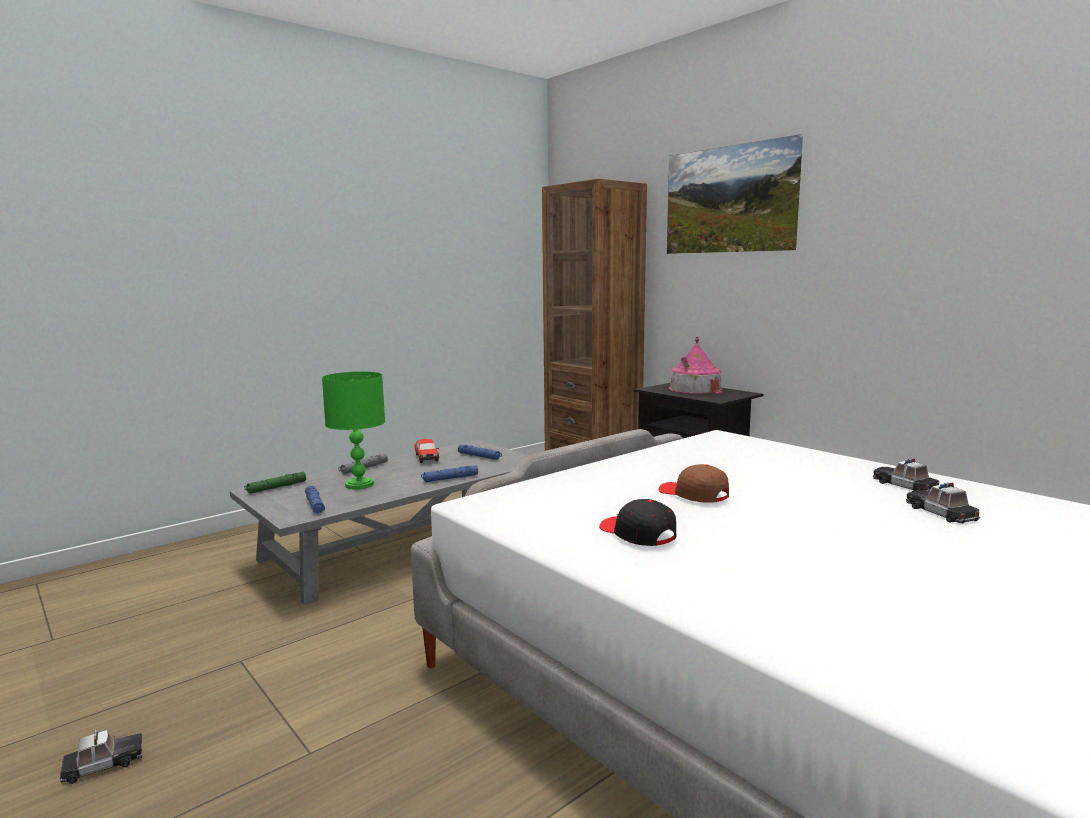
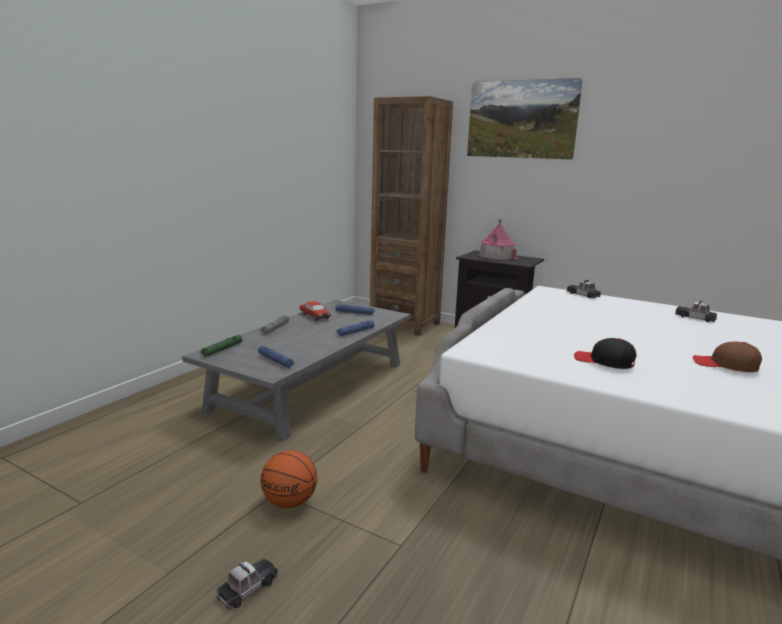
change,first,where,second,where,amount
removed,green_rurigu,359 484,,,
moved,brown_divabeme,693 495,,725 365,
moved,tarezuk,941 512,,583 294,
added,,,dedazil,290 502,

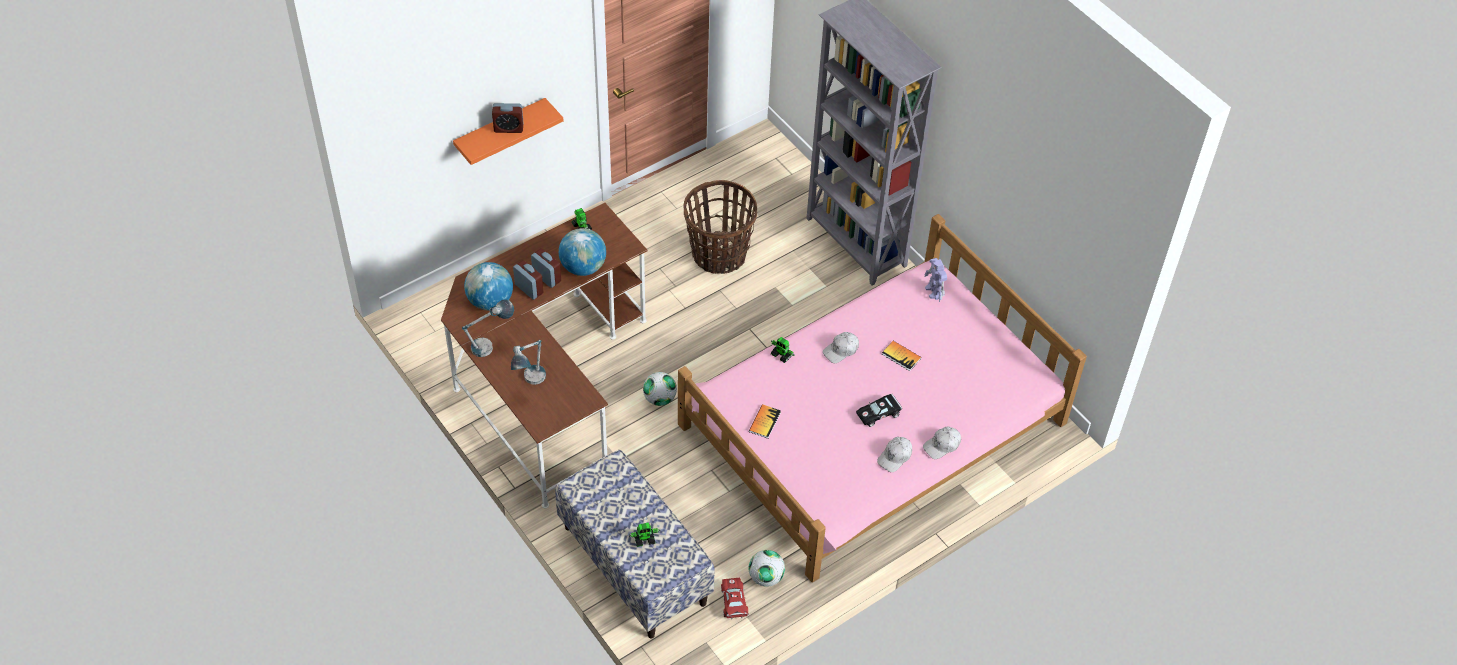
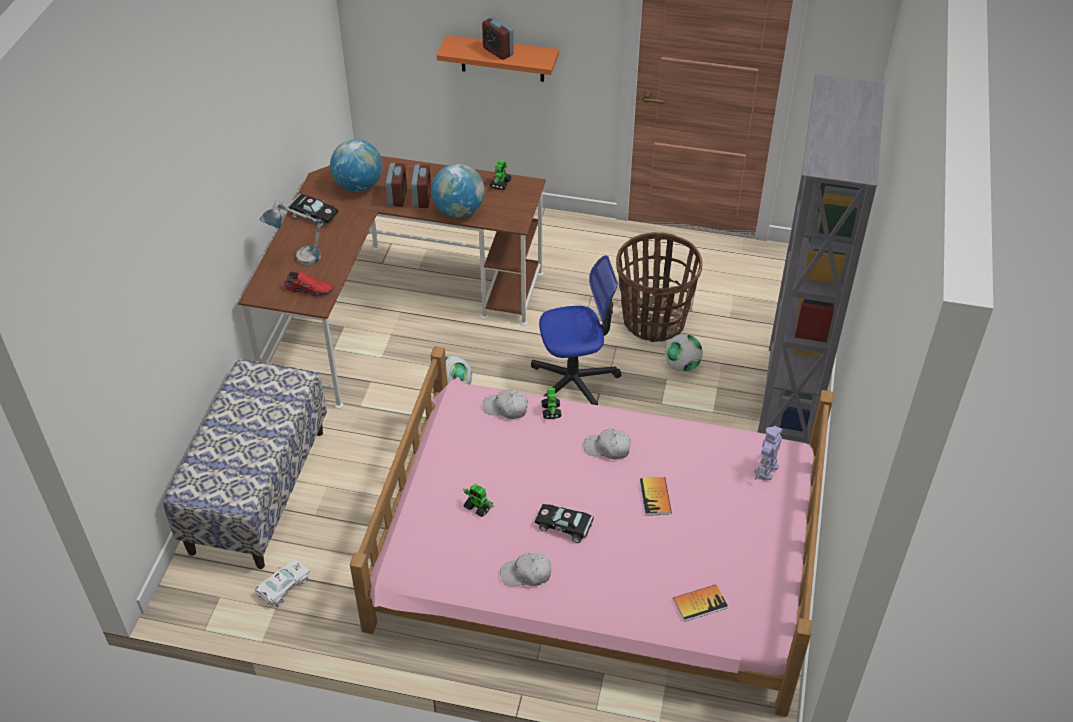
change,first,where,second,where,amount
replaced,rurigu,491 345,black_tarezuk,312 214,
moved,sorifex,644 539,,478 507,
recoloured,red_tarezuk,734 603,white_tarezuk,282 588,
moved,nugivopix,764 422,,700 603,
moved,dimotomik,766 577,,682 365,
moved,white_divabeme,942 445,,506 408,
added,,,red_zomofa,309 289,
added,,,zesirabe,574 382,

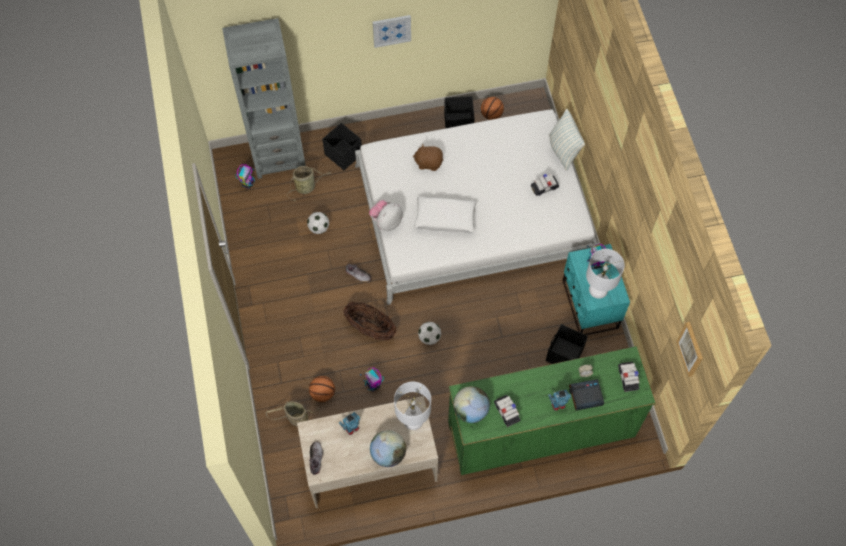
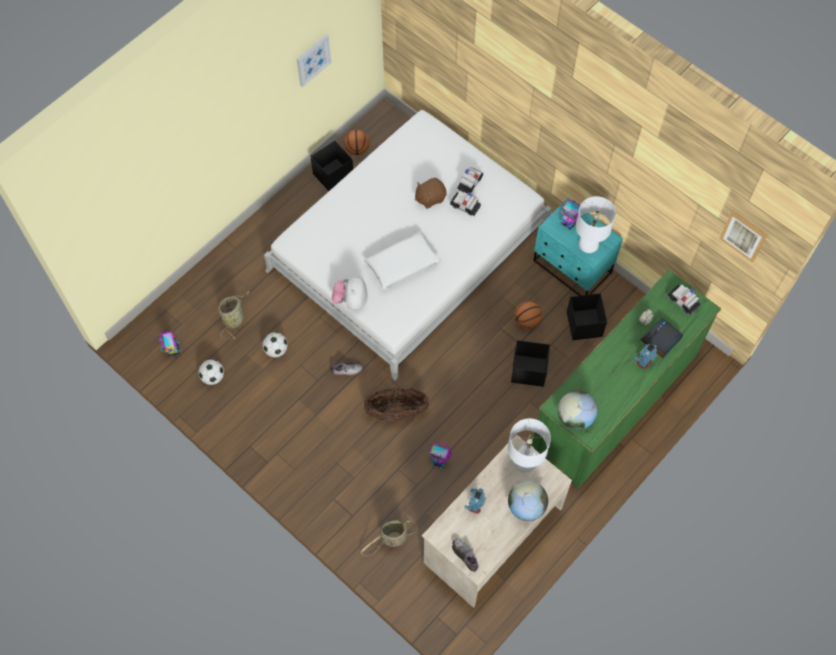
change,first,where,second,where,amount
removed,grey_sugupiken,278 156,,,
moved,dedazil,322 393,,527 321,
moved,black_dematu,343 154,,528 370,
moved,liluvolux,391 30,,313 59,
moved,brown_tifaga,428 162,,430 198,
moved,dimotomik,429 337,,213 377,
moved,tarezuk,506 412,,465 206,
removed,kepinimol,563 151,,,

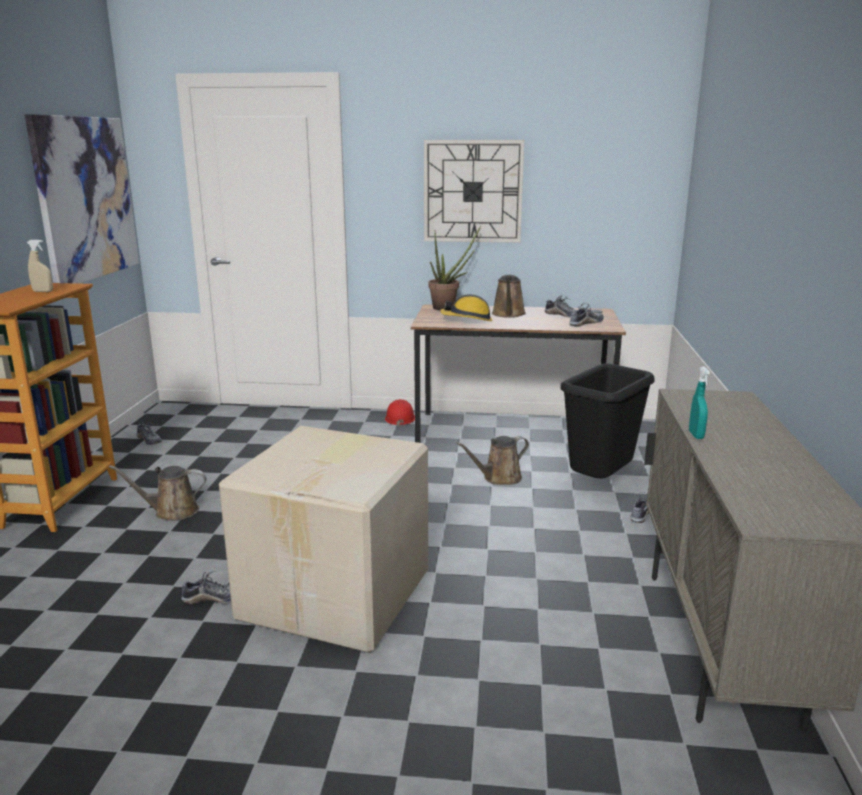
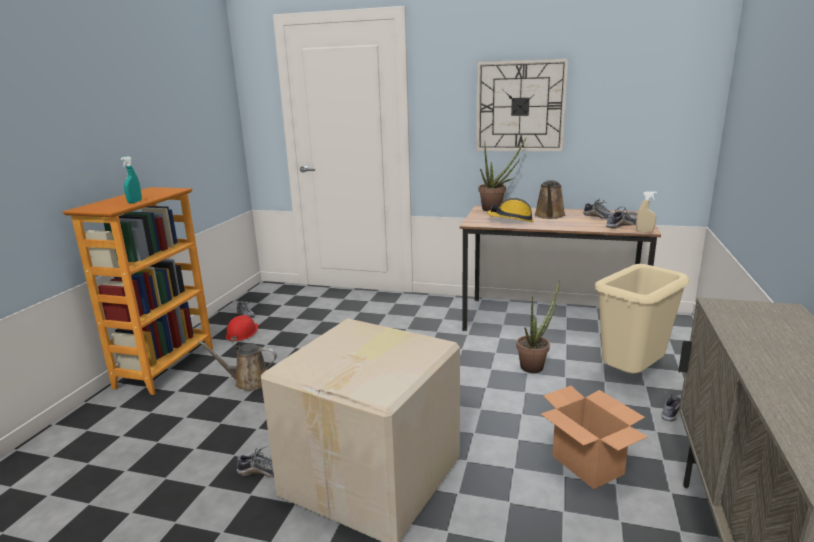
change,first,where,second,where,amount
removed,liluvolux,86 198,,,
moved,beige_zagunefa,43 291,,644 232,
moved,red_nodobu,400 418,,242 333,
replaced,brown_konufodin,499 478,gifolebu,535 365,
recoloured,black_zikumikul,599 483,beige_zikumikul,630 376,
moved,turquoise_zagunefa,696 435,,135 202,
added,,,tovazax,588 465,

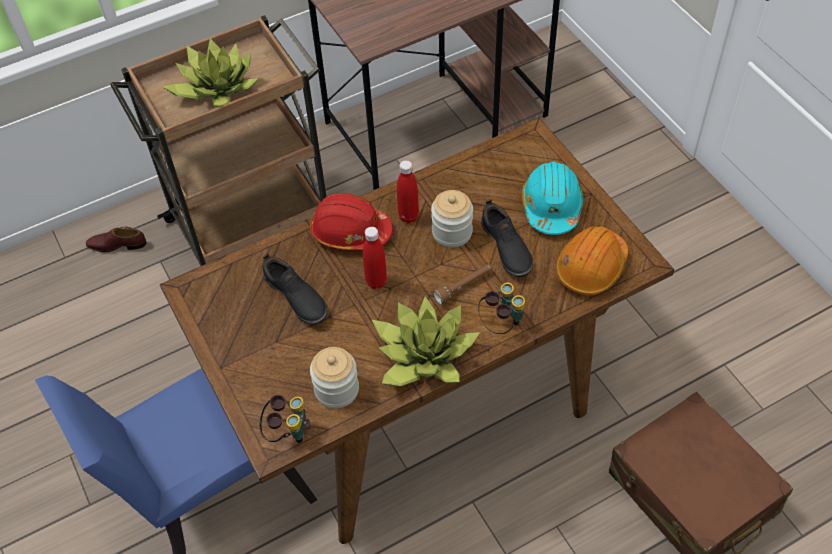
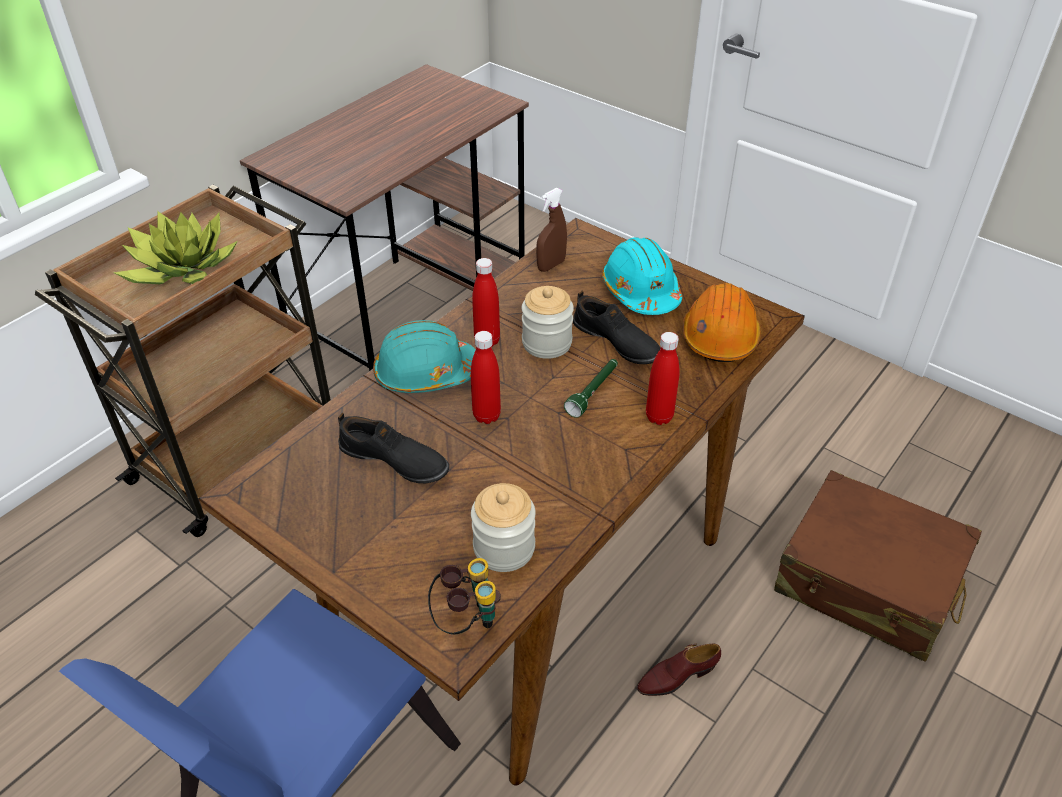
change,first,where,second,where,amount
moved,brown_zomofa,117 245,,677 676,
recoloured,red_nodobu,350 232,turquoise_nodobu,426 374,
removed,gifolebu,423 356,,,
recoloured,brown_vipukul,464 287,green_vipukul,593 392,
replaced,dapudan,501 323,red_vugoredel,659 417,
added,,,brown_zagunefa,551 265,

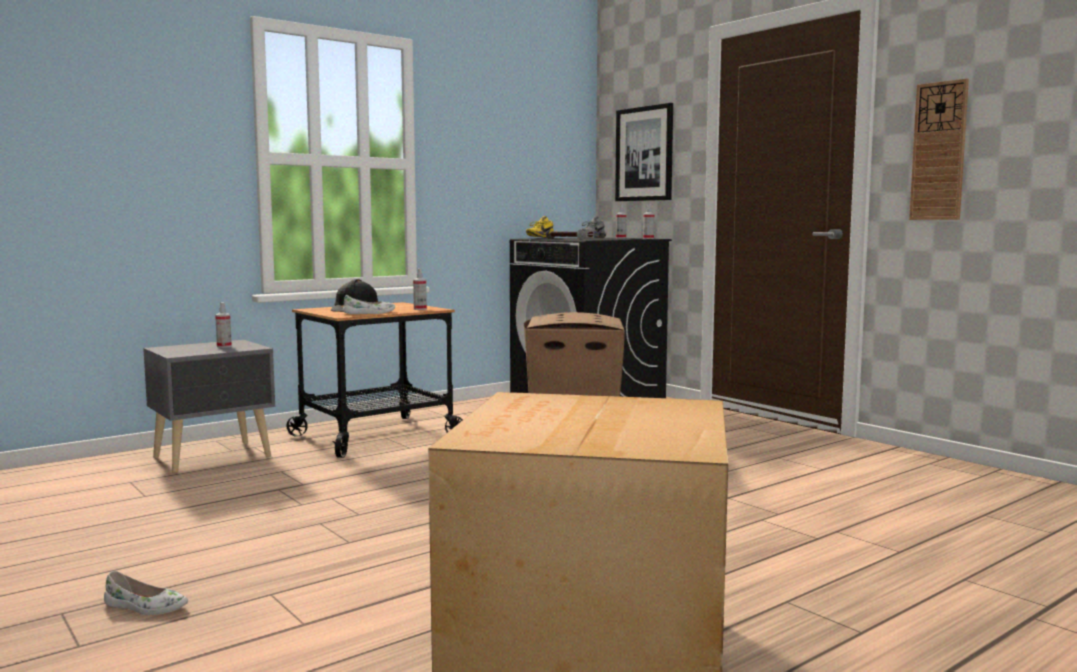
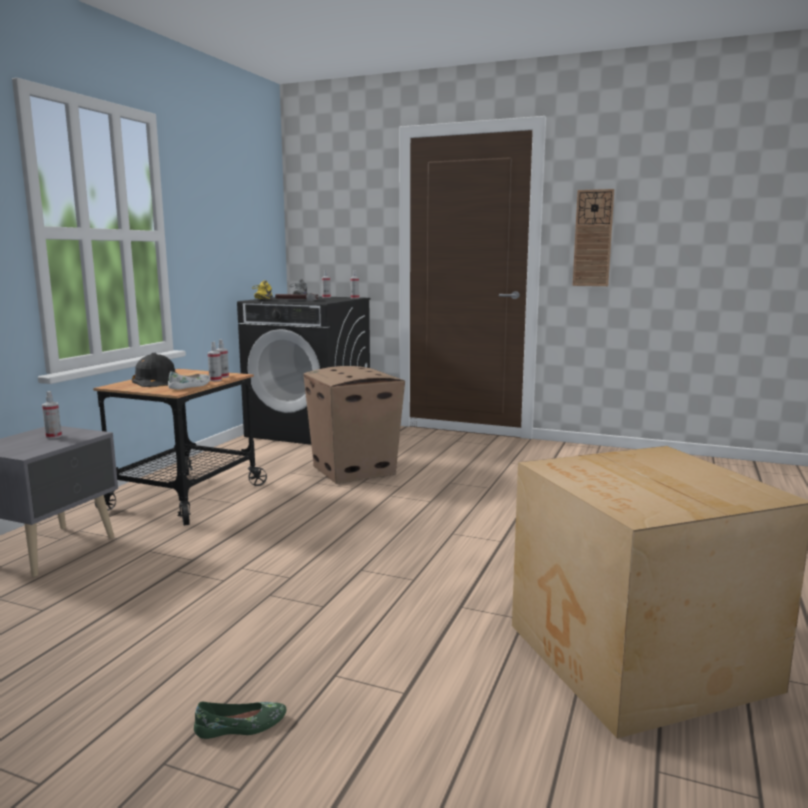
change,first,where,second,where,amount
recoloured,white_zomofa,145 607,green_zomofa,241 727,
removed,liluvolux,644 154,,,
added,,,zagunefa,215 380,

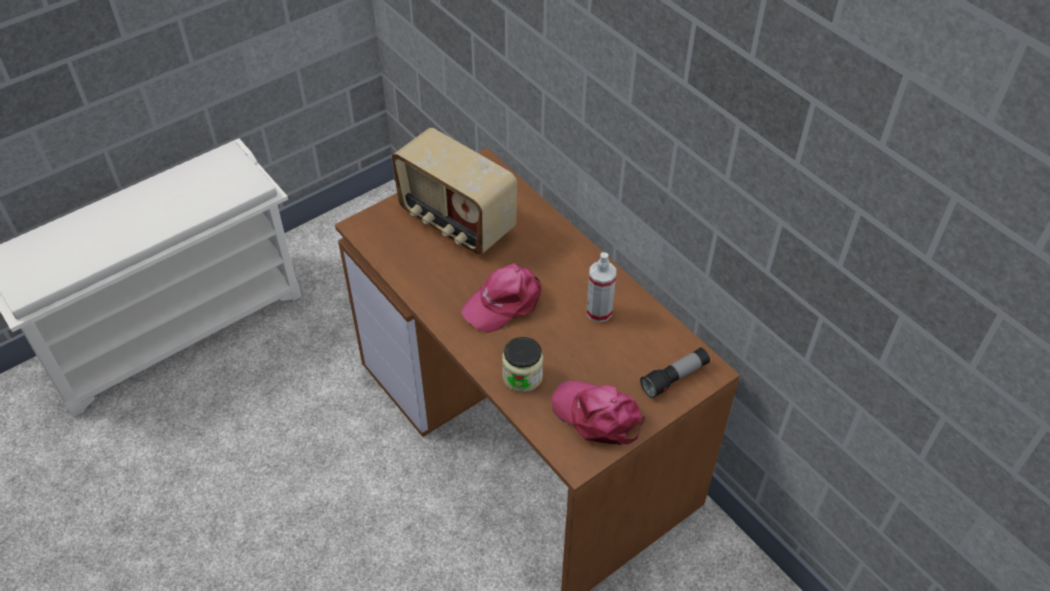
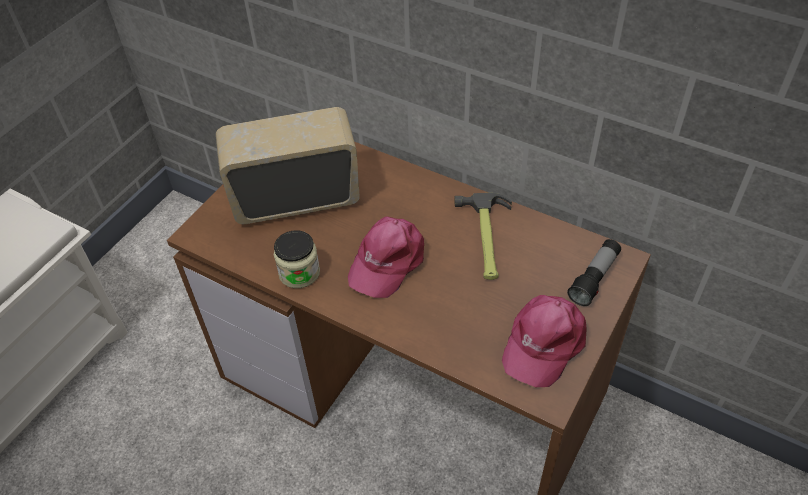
change,first,where,second,where,amount
turned,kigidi,456 222,,295 197,150 degrees clockwise
moved,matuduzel,522 376,,299 273,
turned,pink_divabeme,598 415,,543 343,75 degrees counterclockwise
replaced,zagunefa,599 312,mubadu,486 239,

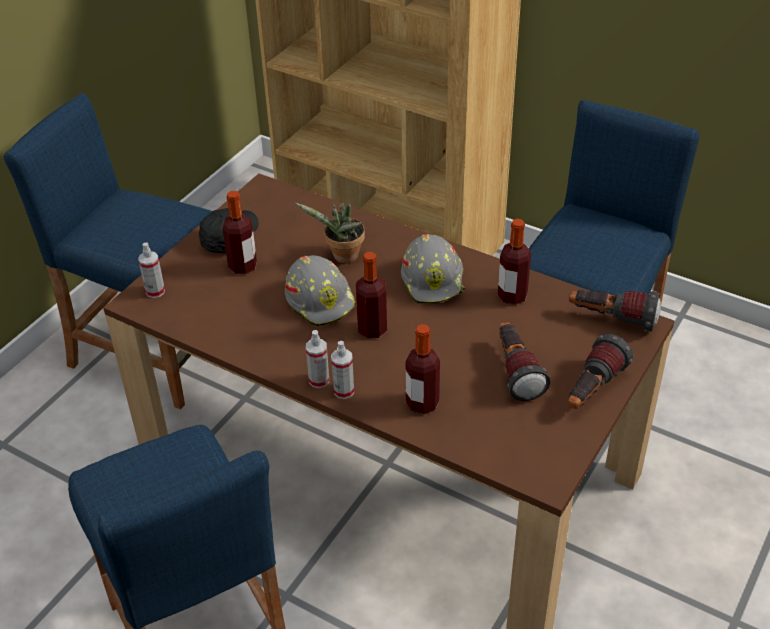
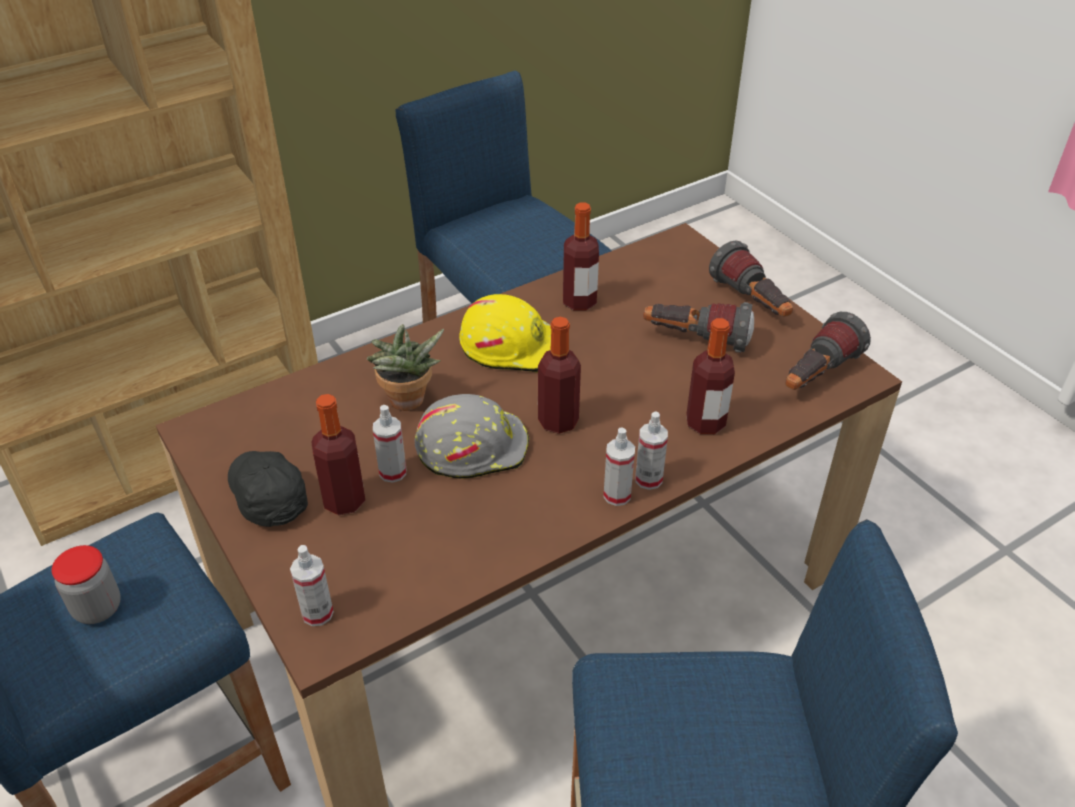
change,first,where,second,where,amount
recoloured,grey_nodobu,434 280,yellow_nodobu,510 346,
moved,vipukul,611 320,,816 376,
added,,,matuduzel,97 608,
added,,,zagunefa,393 472,

